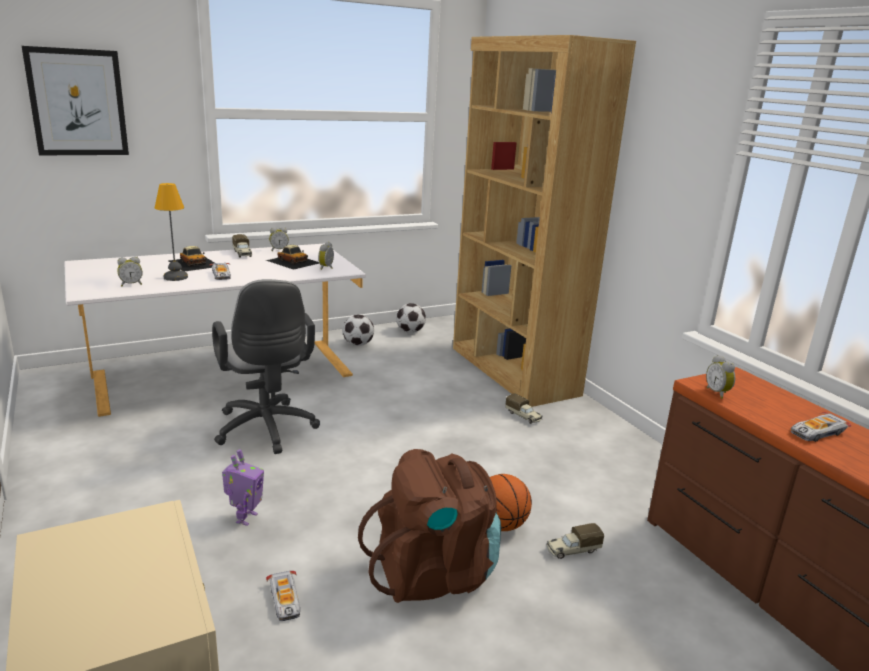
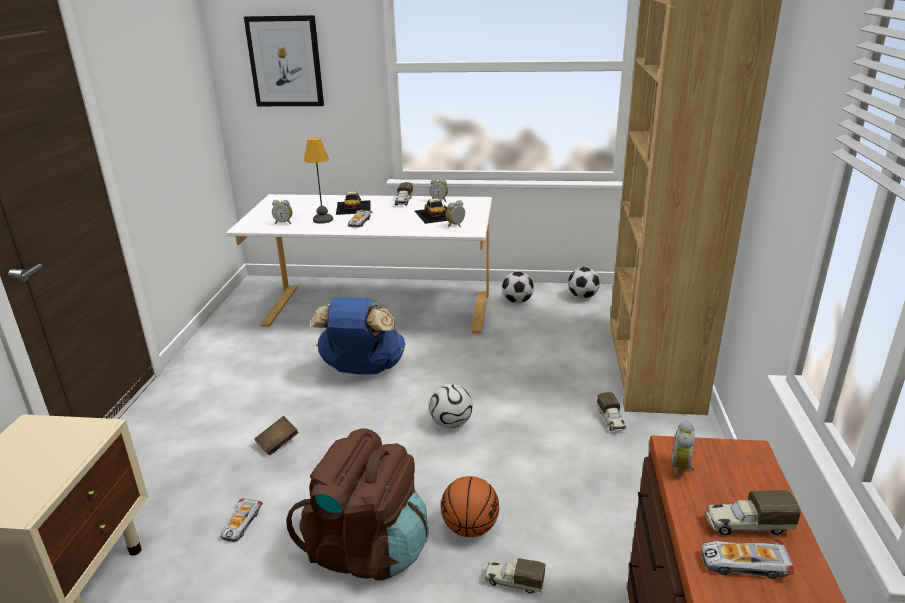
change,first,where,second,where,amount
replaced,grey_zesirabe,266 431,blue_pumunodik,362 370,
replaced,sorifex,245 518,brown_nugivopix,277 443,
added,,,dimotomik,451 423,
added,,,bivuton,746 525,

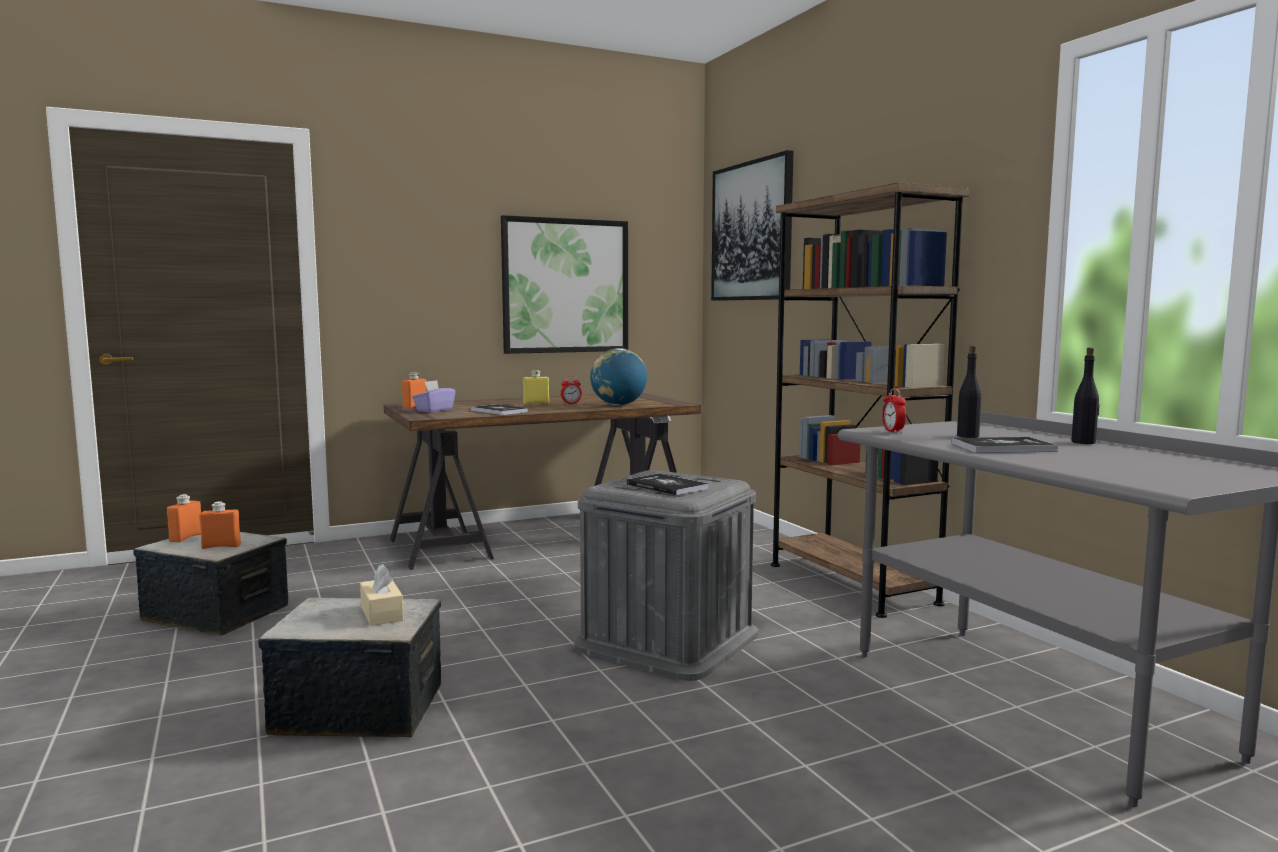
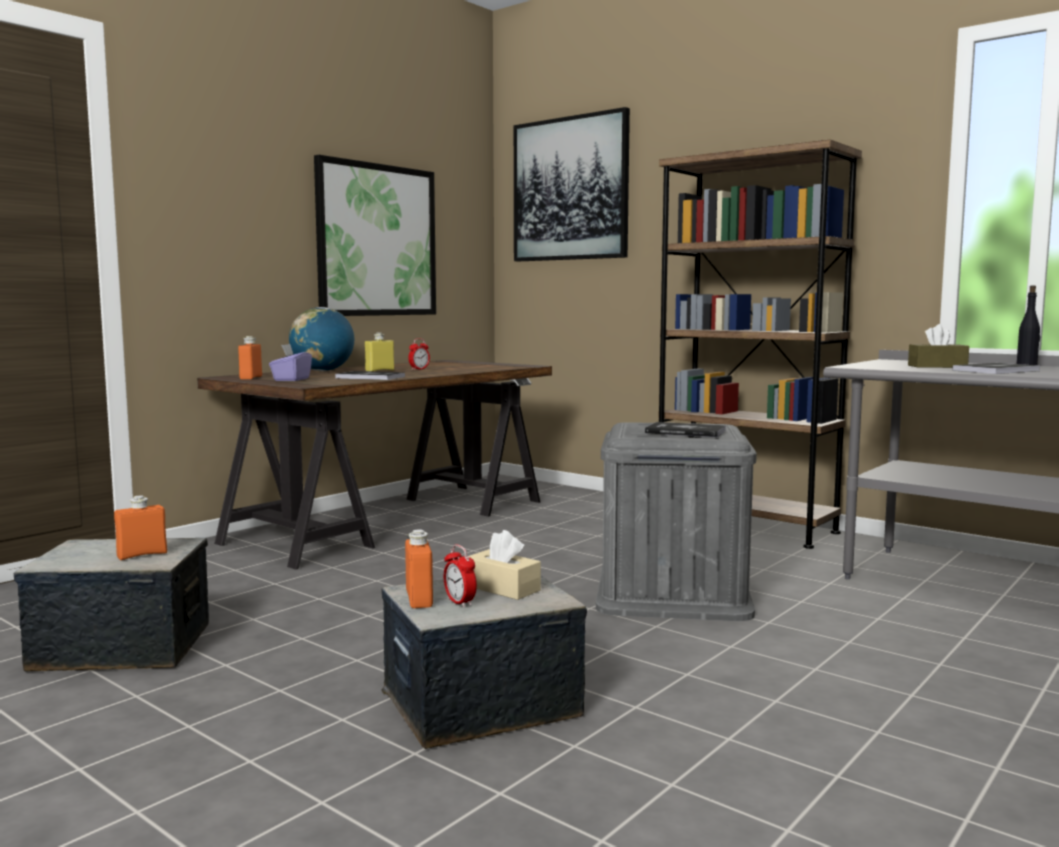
change,first,where,second,where,amount
moved,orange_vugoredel,186 538,,419 599,
moved,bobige,618 405,,323 371,
moved,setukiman,893 431,,460 602,
replaced,black_vugoredel,968 436,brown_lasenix,937 366,

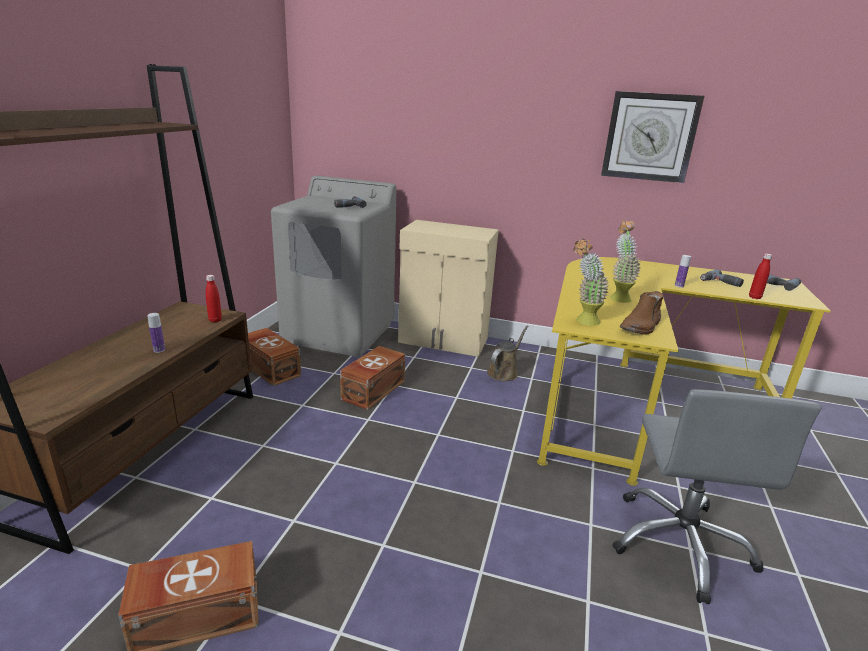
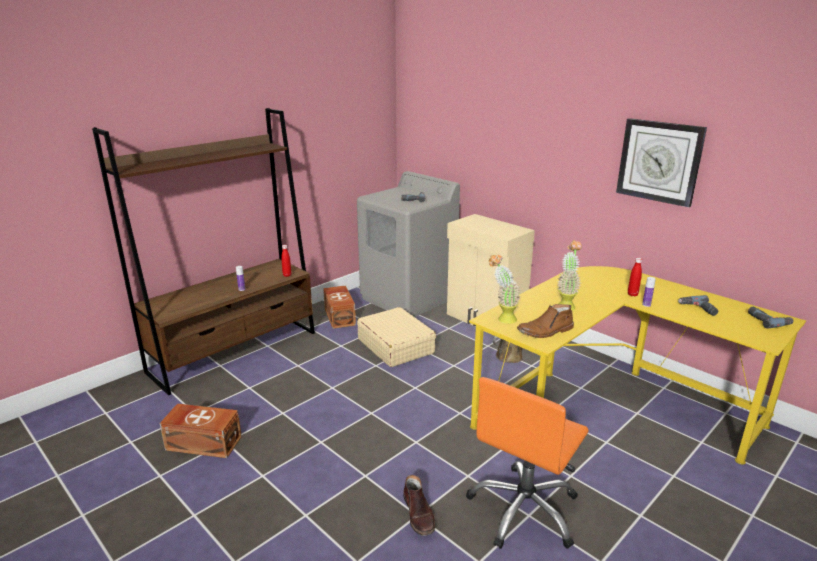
change,first,where,second,where,amount
replaced,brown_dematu,372 390,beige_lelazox,395 346,
recoloured,grey_zesirabe,680 543,orange_zesirabe,524 510,
moved,red_vugoredel,754 297,,632 294,
added,,,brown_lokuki,419 514,

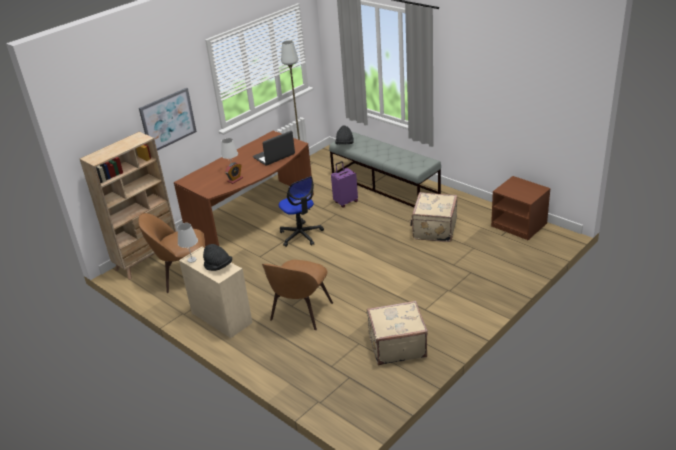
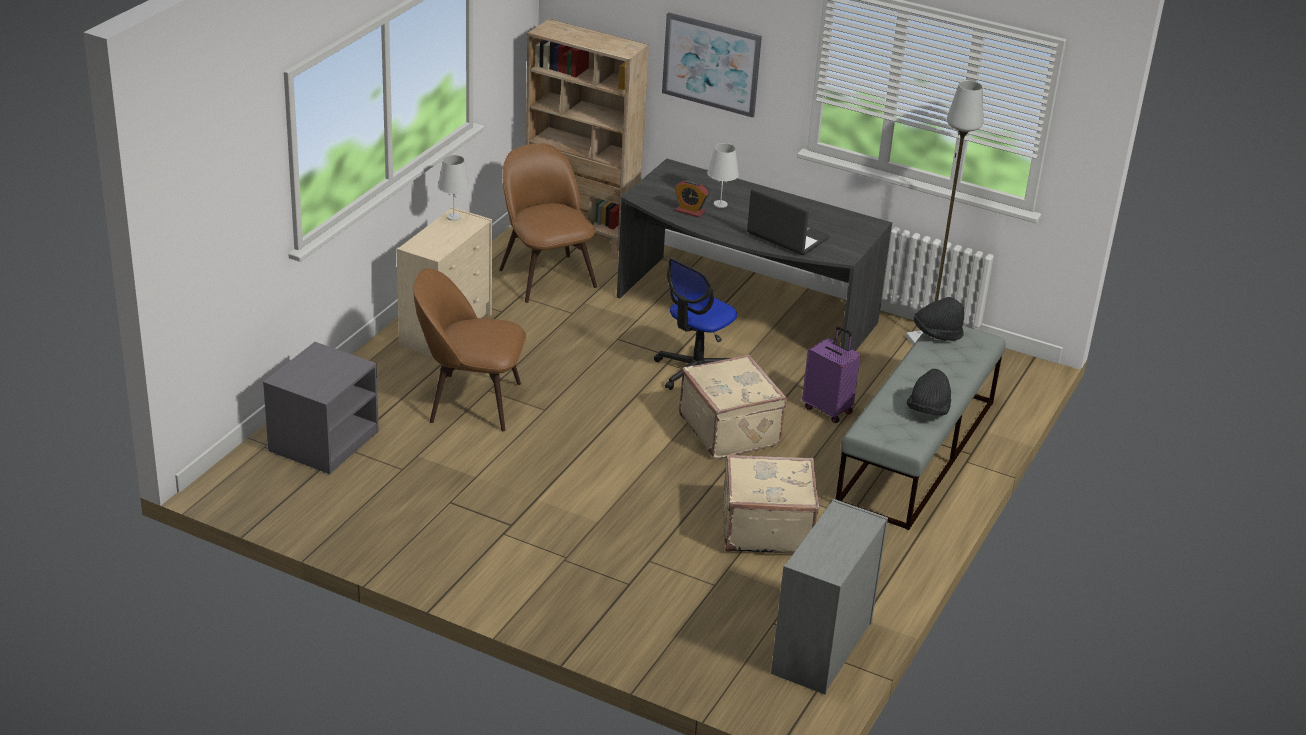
change,first,where,second,where,amount
recoloured,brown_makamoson,254 215,grey_makamoson,743 313,
moved,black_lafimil,218 266,,928 411,
moved,beige_lelazox,396 346,,731 430,
replaced,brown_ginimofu,519 225,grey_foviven,821 649,
added,,,grey_ginimofu,323 441,

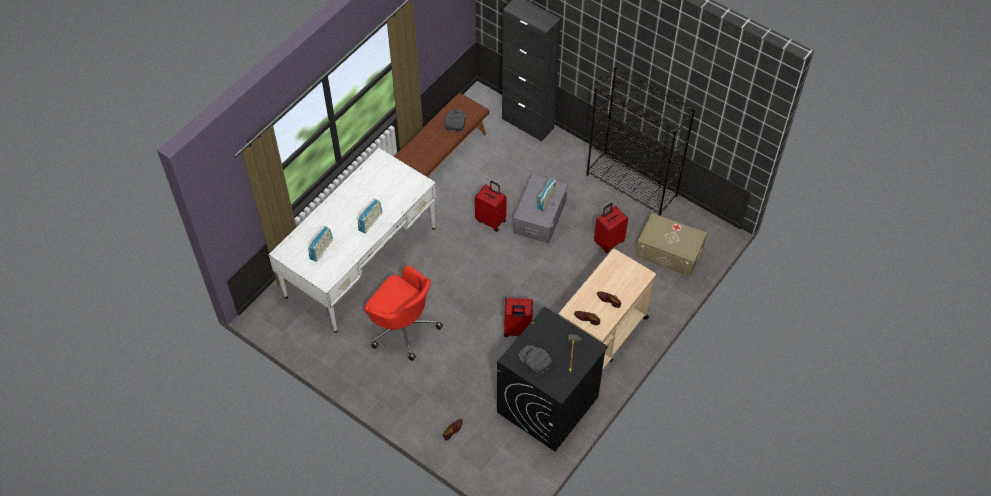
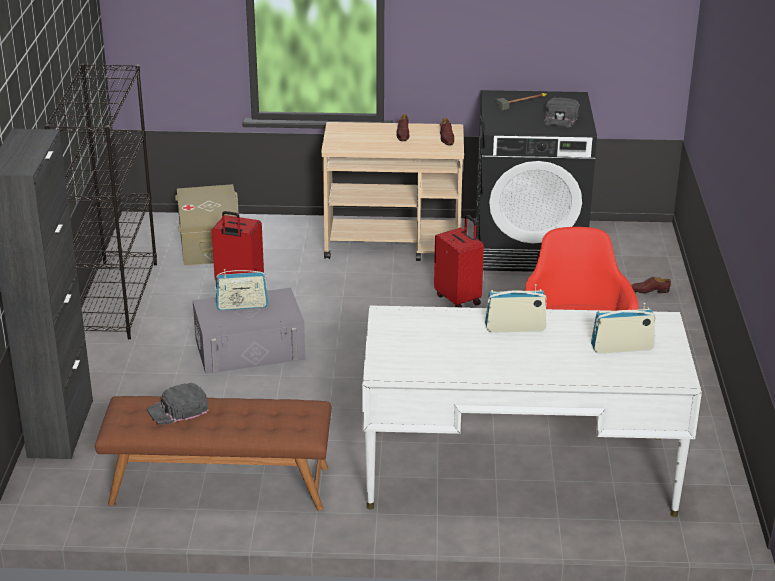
change,first,where,second,where,amount
removed,red_lelazox,491 220,,,

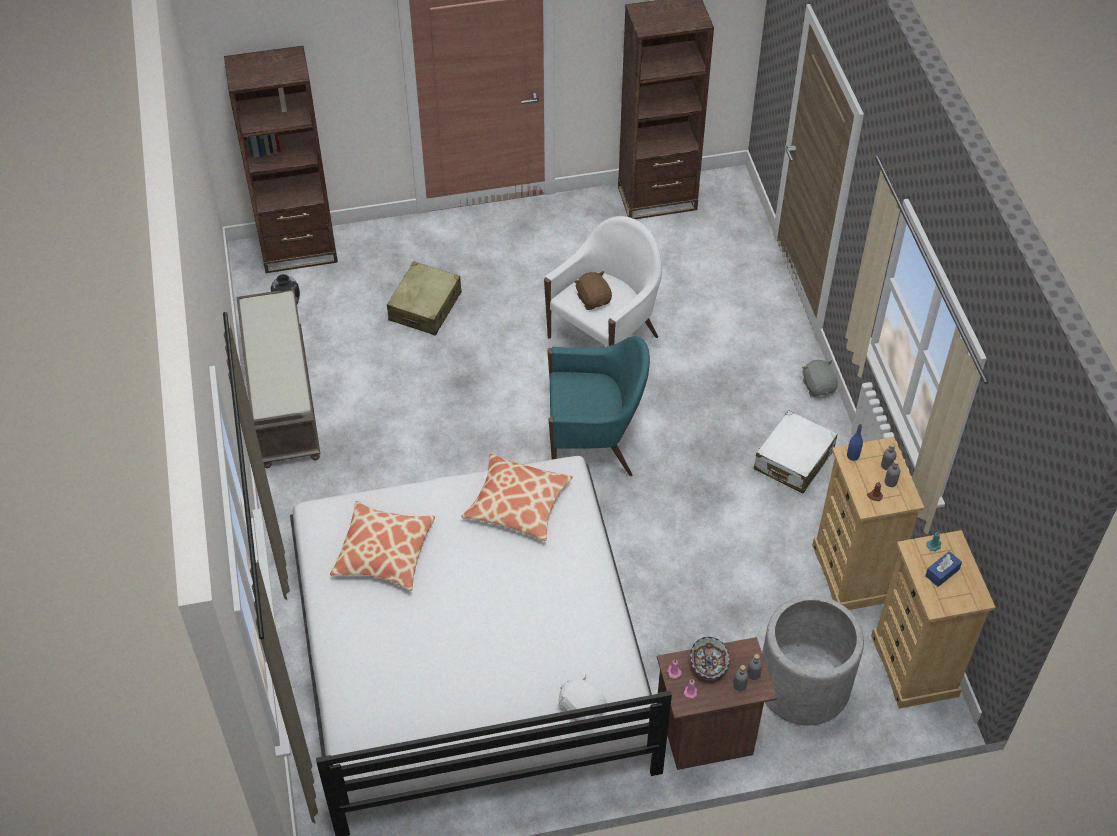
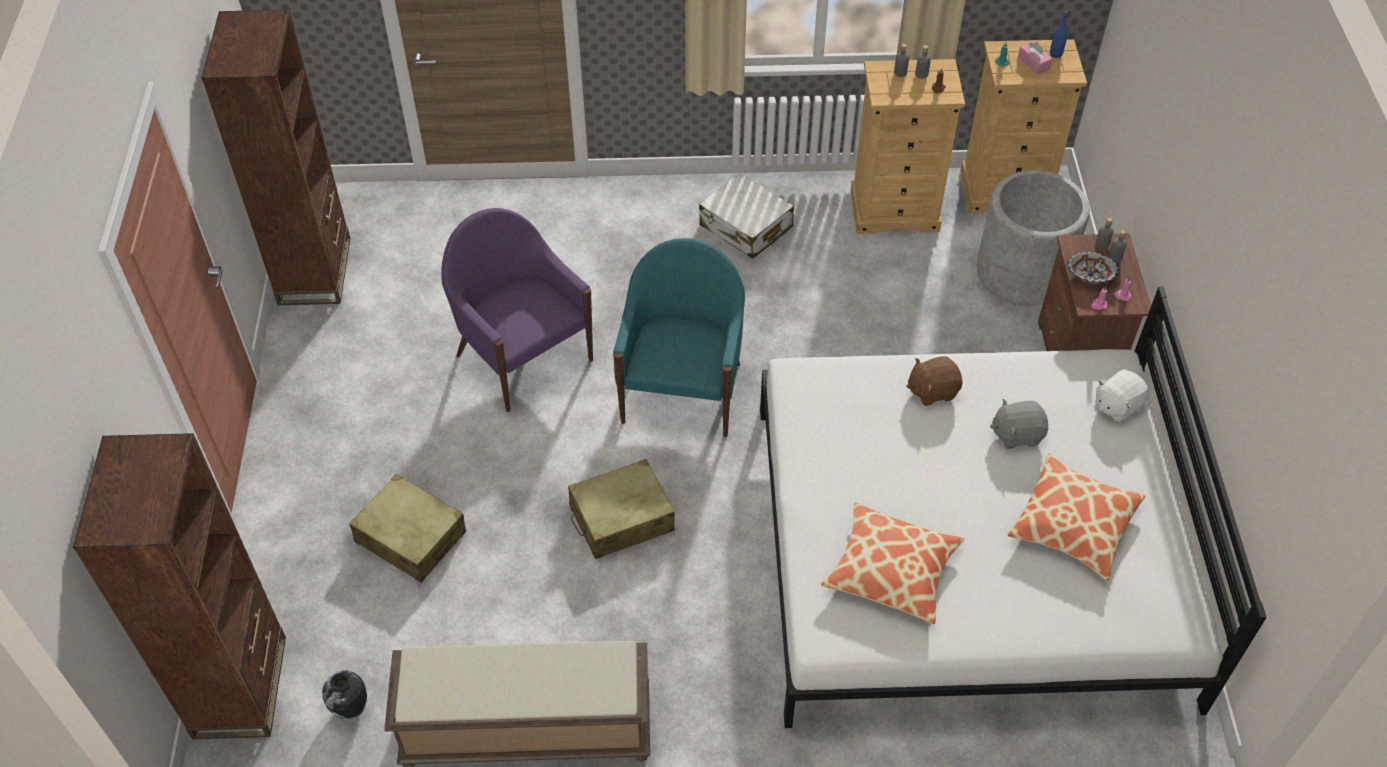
change,first,where,second,where,amount
moved,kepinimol,517 504,,1073 524,
recoloured,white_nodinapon,604 336,purple_nodinapon,523 356,
moved,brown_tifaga,593 299,,932 390,
moved,grey_tifaga,818 386,,1017 434,
moved,blue_vugoredel,853 456,,1055 54,
recoloured,blue_lasenix,942 572,pink_lasenix,1033 63,
added,,,beige_lelazox,621 518,

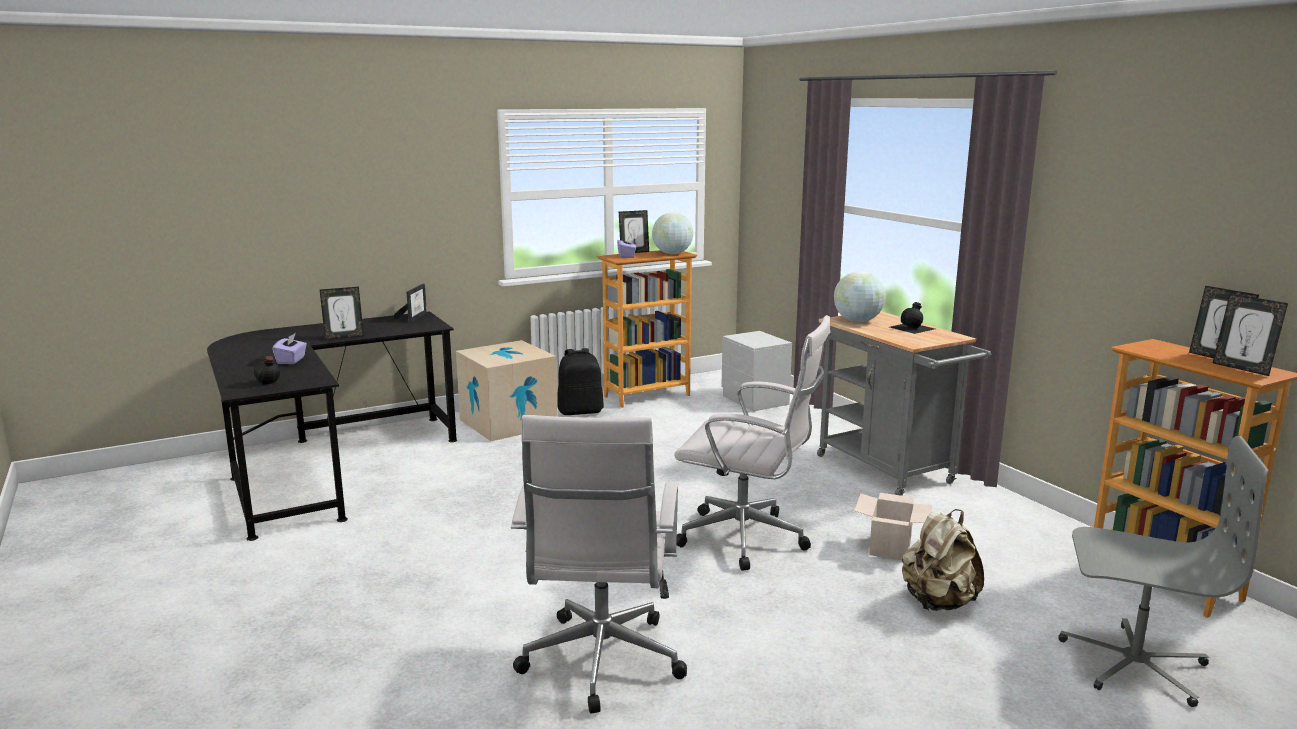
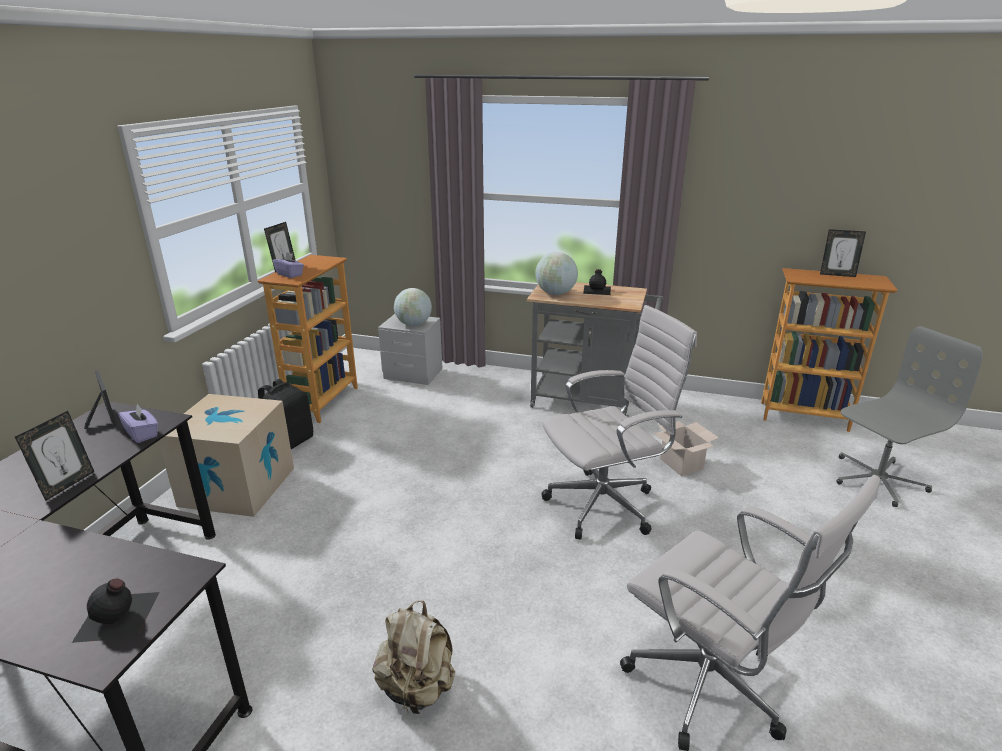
change,first,where,second,where,amount
moved,purple_lasenix,291 360,,142 434,
moved,bobige,672 254,,414 324,
moved,beige_pumunodik,938 602,,417 688,
removed,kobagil,1242 368,,,

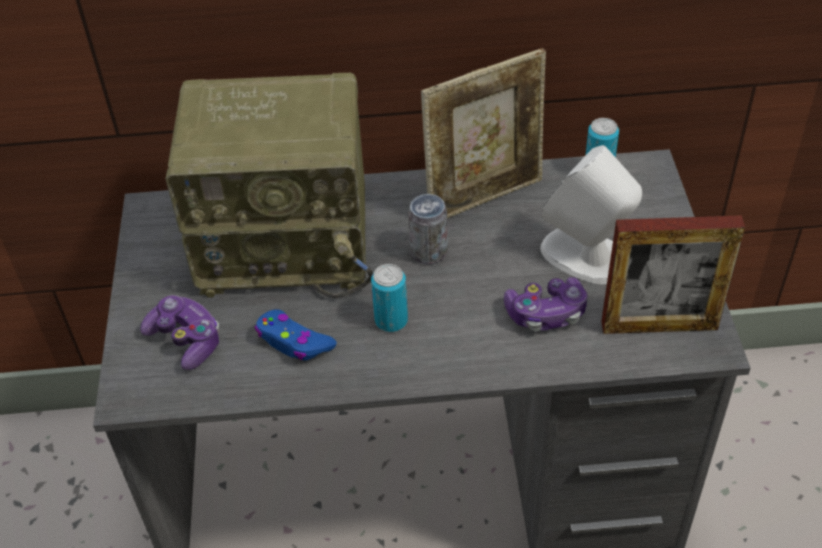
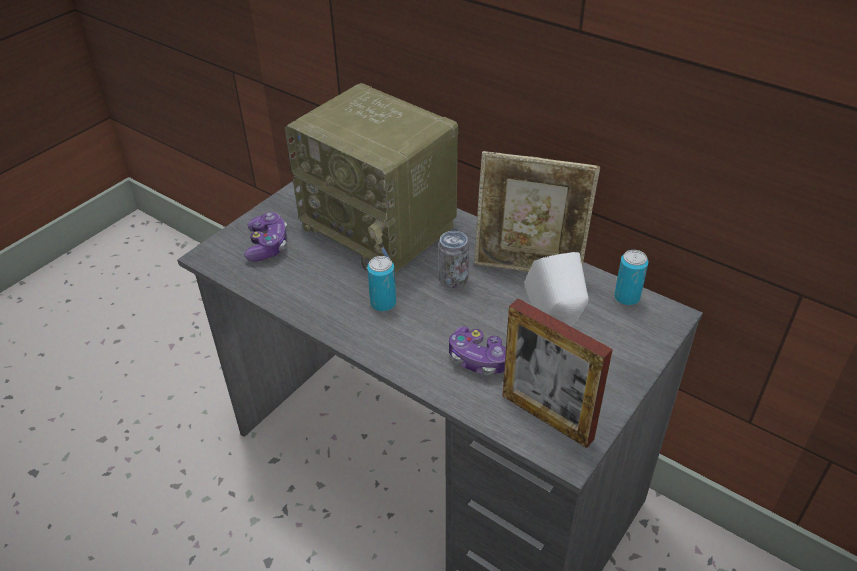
change,first,where,second,where,amount
removed,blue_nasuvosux,294 342,,,

